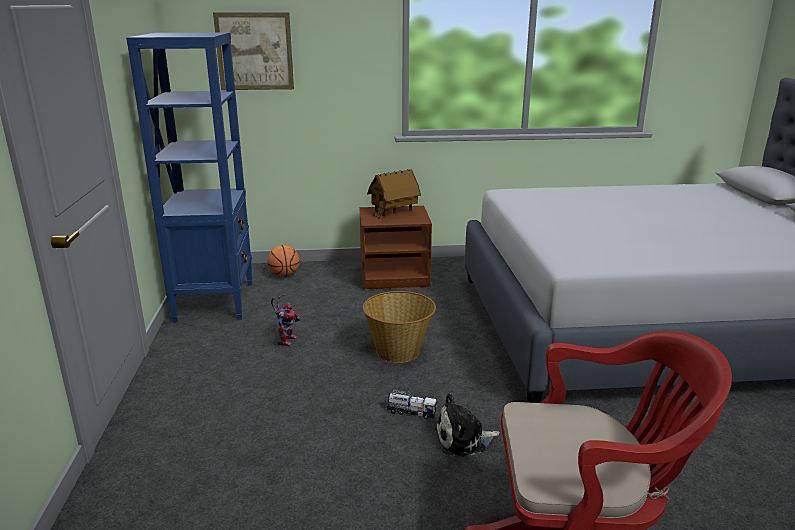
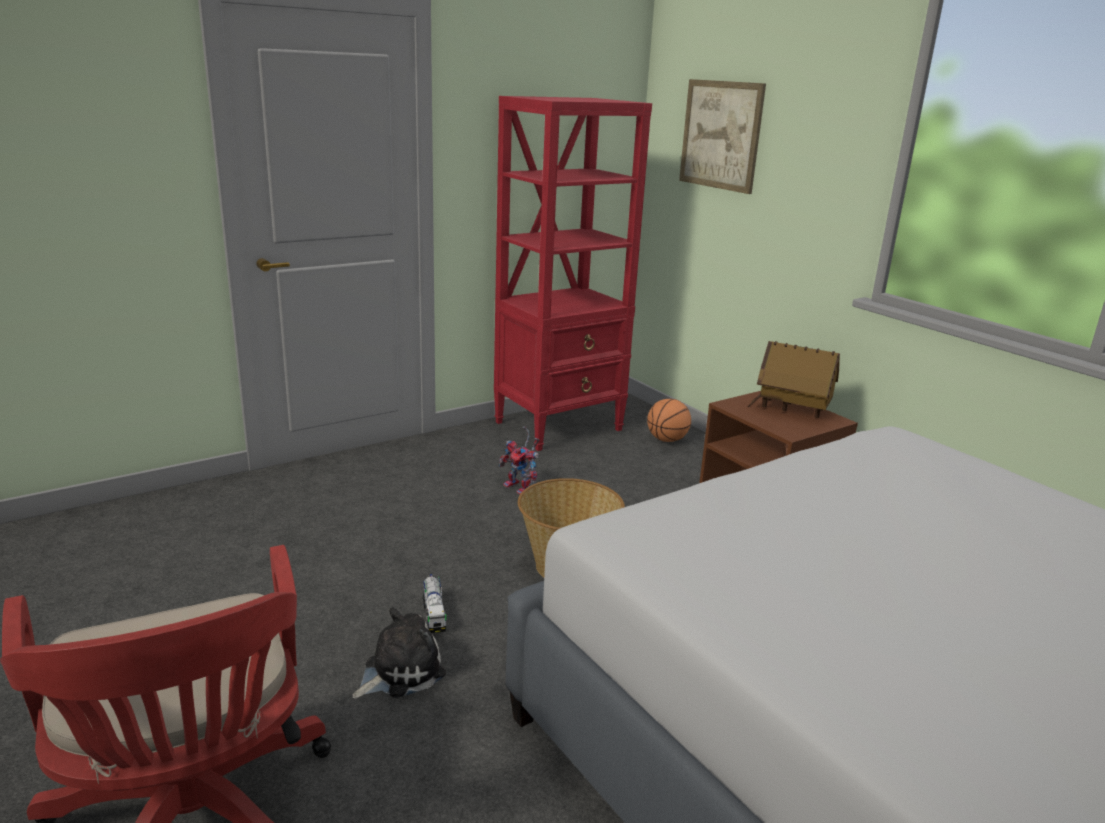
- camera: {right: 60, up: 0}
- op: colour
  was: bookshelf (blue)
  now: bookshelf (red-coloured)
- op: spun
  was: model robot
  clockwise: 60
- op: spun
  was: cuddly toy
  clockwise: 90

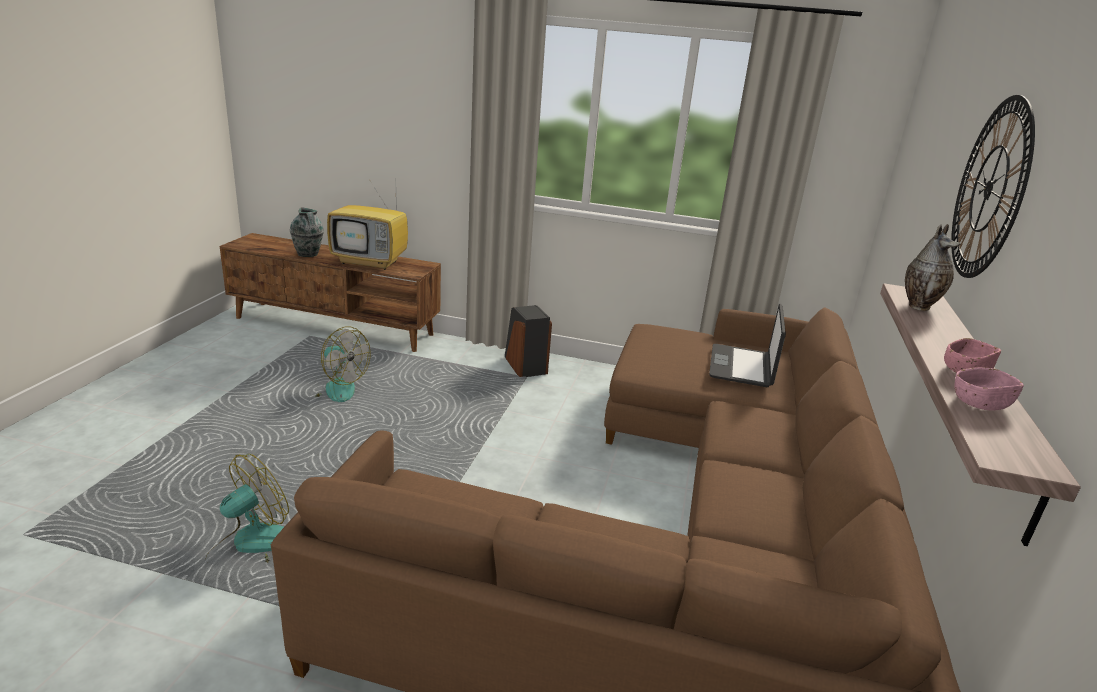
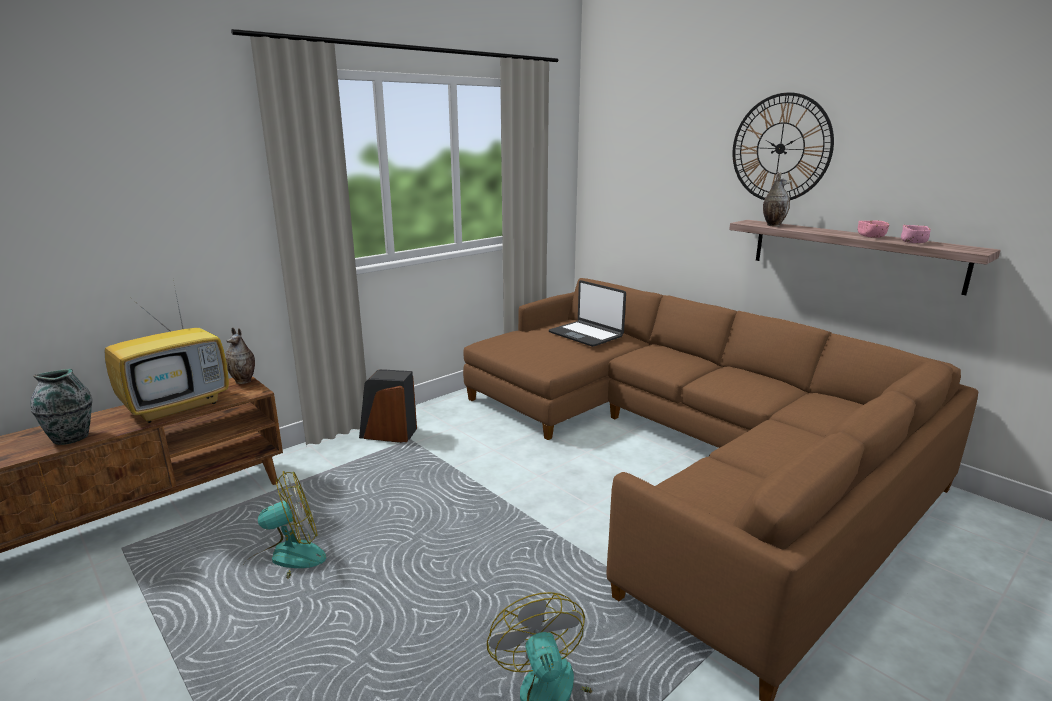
- camera: {right: -55, up: -5}
- op: appeared
  now: flower vase (no. 2 from left)

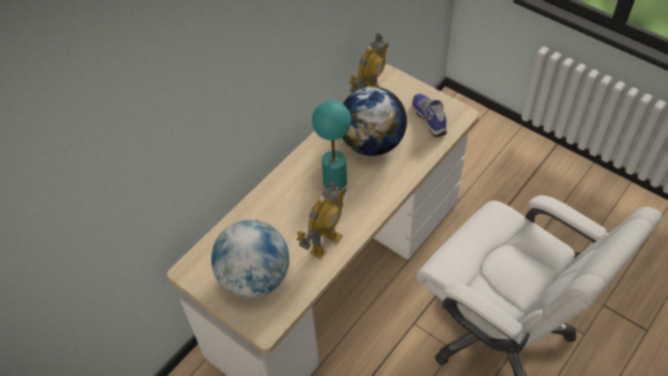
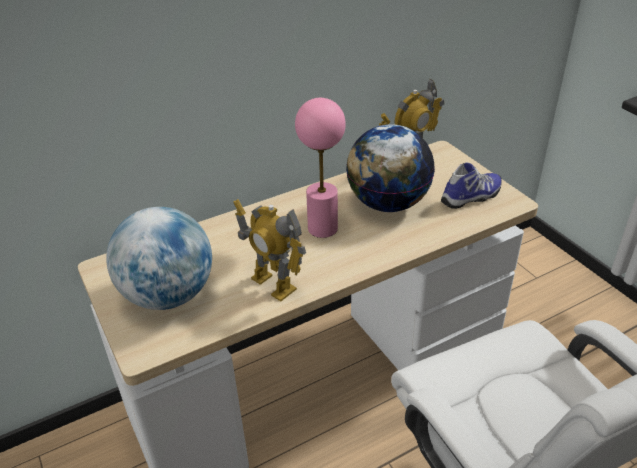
- camera: {right: 20, up: -15}
- op: spun
  was: model robot (no. 1 from left)
  clockwise: 75
- op: colour
  was: tabletop lamp (turquoise-coloured)
  now: tabletop lamp (pink)
- op: spun
  was: item of footwear
  clockwise: 60

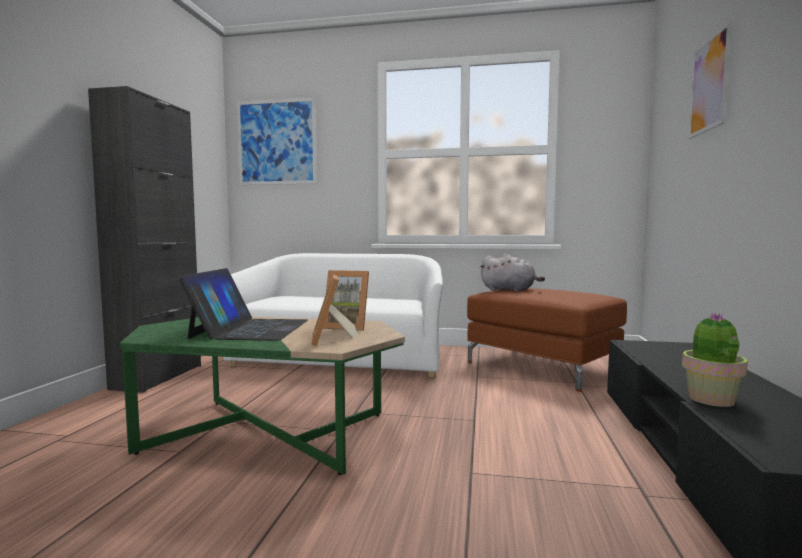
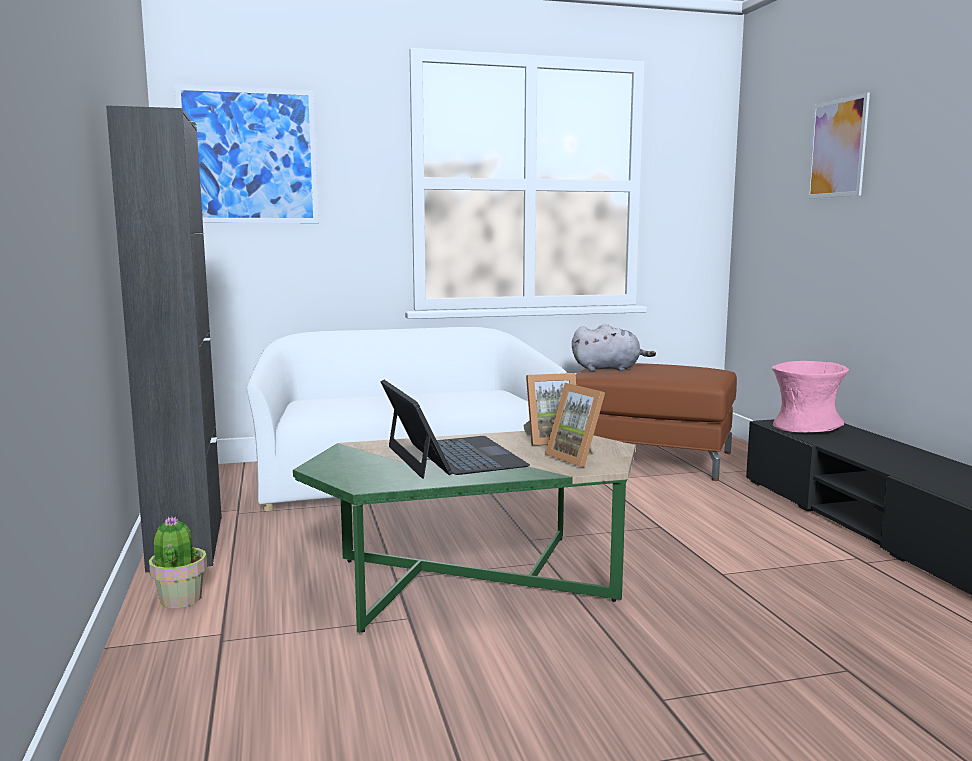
- camera: {right: -25, up: 5}
- op: relocated
  was: houseplant
- op: appeared
  now: flower vase (pink)

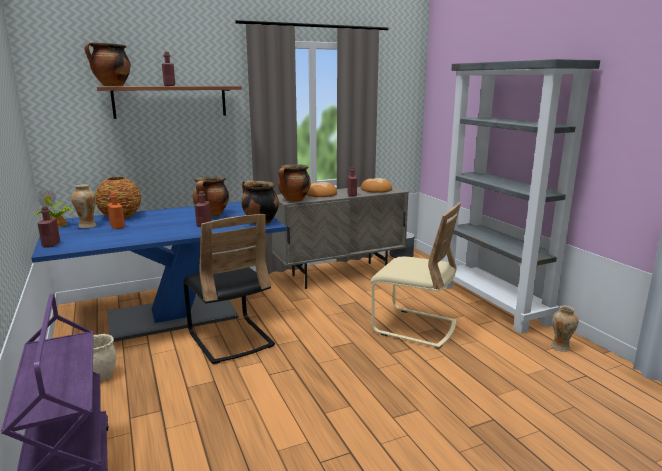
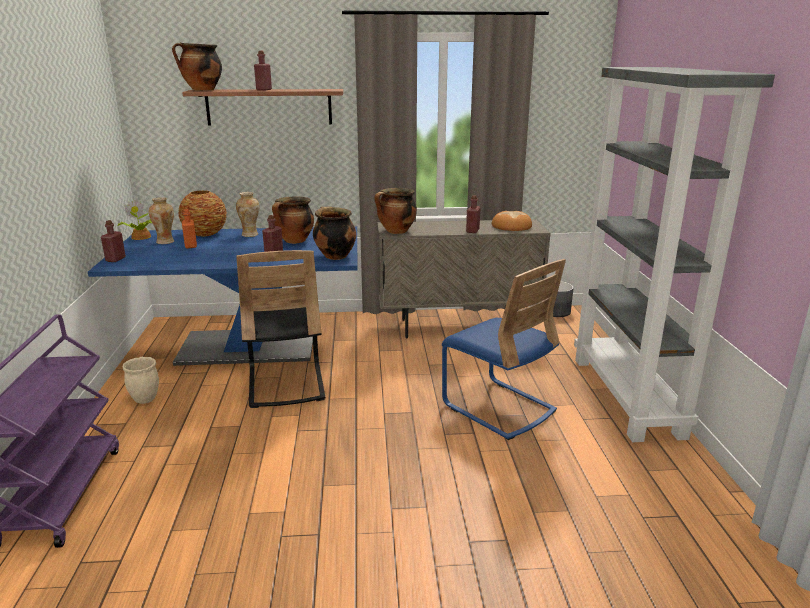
- camera: {right: 20, up: 5}
- op: missing
  was: bread (no. 1 from left)
- op: colour
  was: upright chair (beige-coloured)
  now: upright chair (blue)
- op: relocated
  was: flower vase (no. 3 from left)

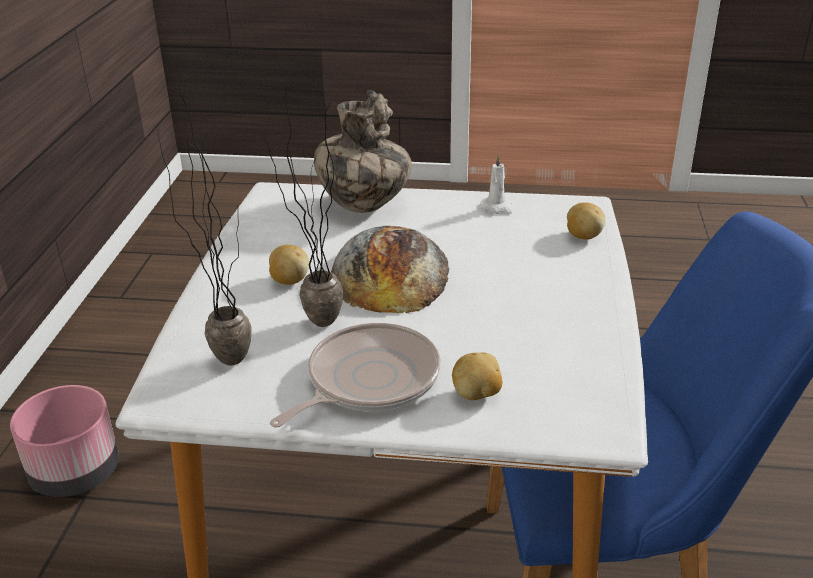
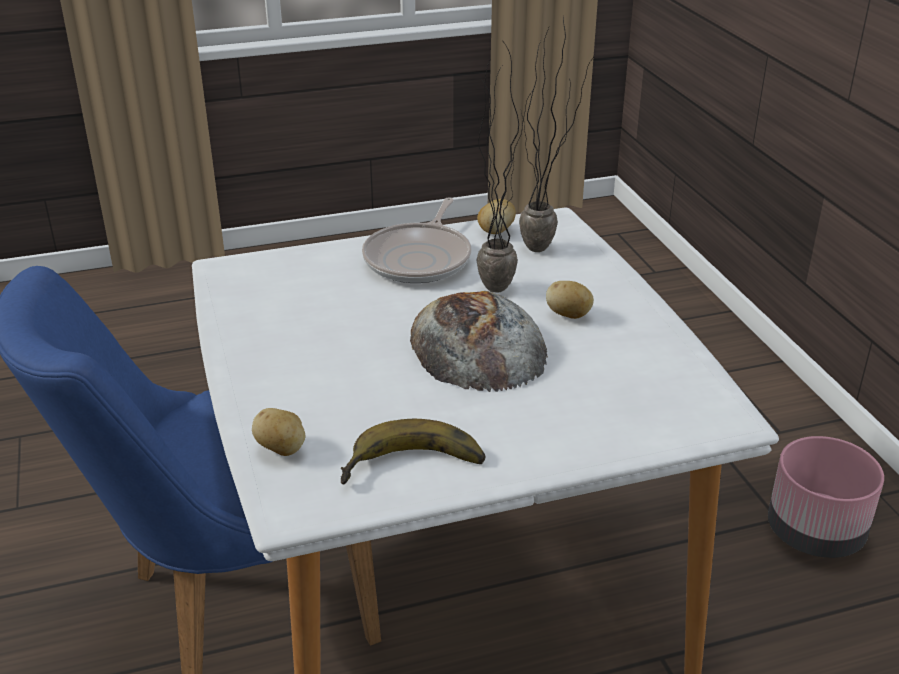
- camera: {right: 155, up: 0}
- op: missing
  was: flower vase
- op: relocated
  was: potato (no. 2 from left)
- op: exchanged
  was: wax candle (white-coloured)
  now: whole banana

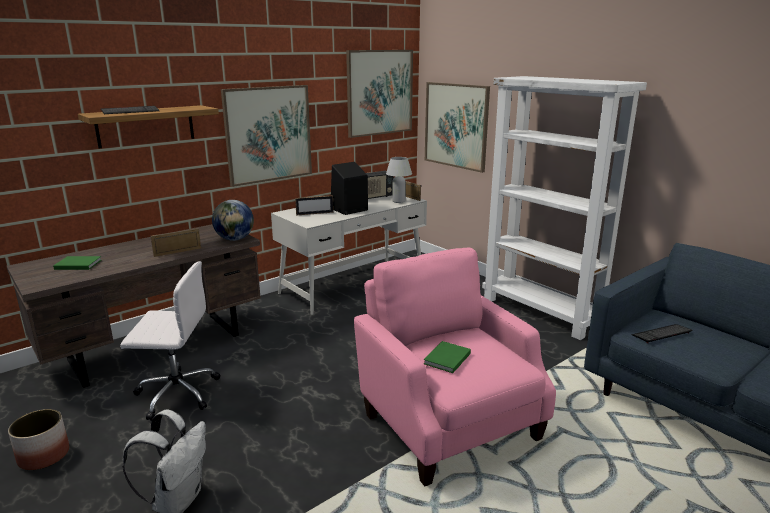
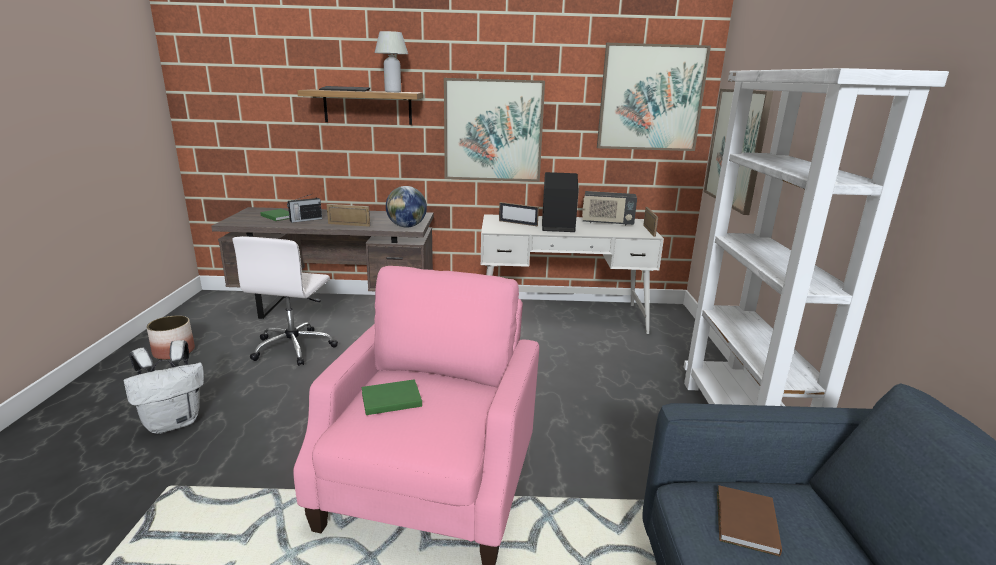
- camera: {right: 40, up: 0}
- op: spun
  was: computer chair (white-coloured)
  clockwise: 60
- op: relocated
  was: tabletop lamp (white-coloured)
- op: exchanged
  was: computer keyboard (no. 2 from left)
  now: bound book (brown)
- op: appeared
  now: radio receiver (no. 1 from left)

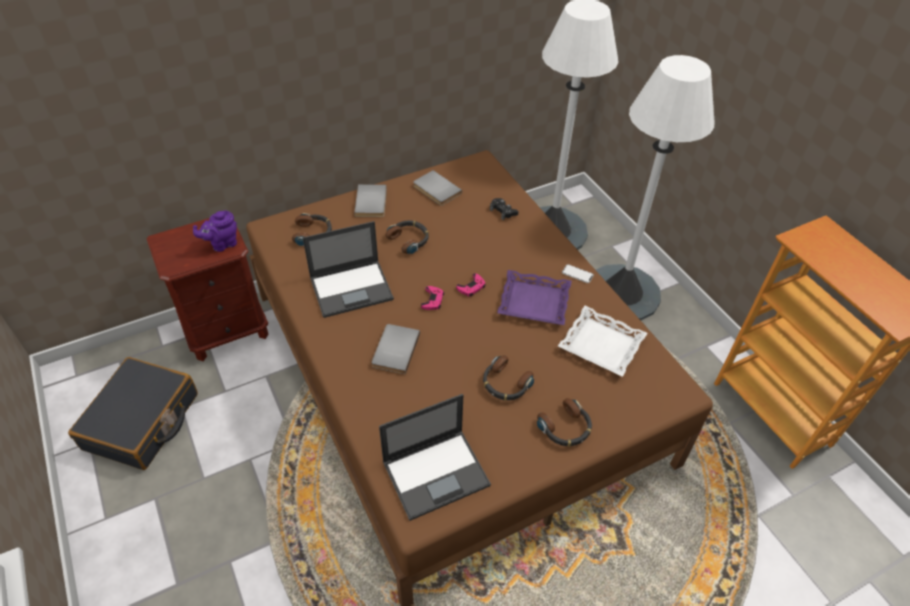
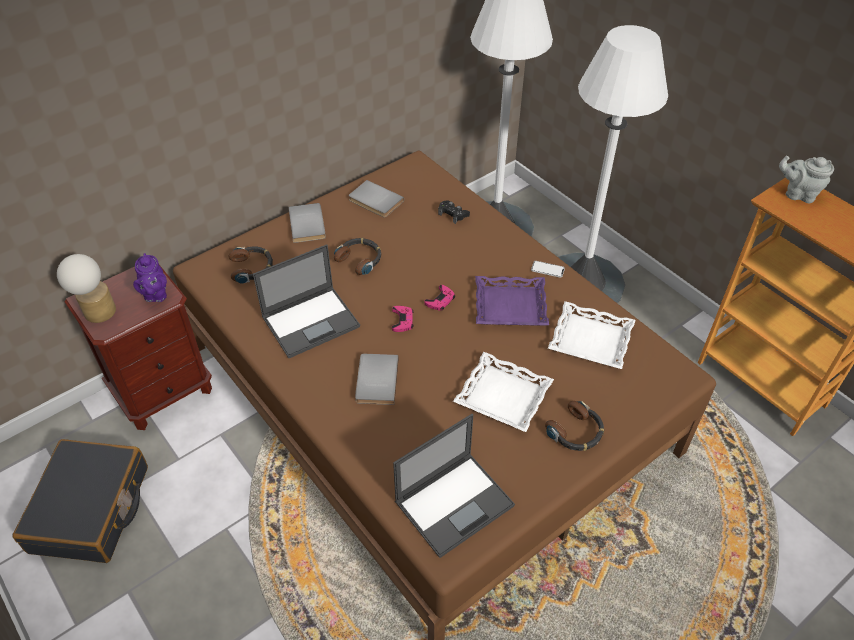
- camera: {right: -10, up: 0}
- op: spun
  was: pot for tea (purple-coloured)
  clockwise: -60
- op: exchanged
  was: headset (no. 3 from left)
  now: tray (white-coloured) (no. 1 from left)
- op: appeared
  now: tabletop lamp
- op: appeared
  now: pot for tea (grey)

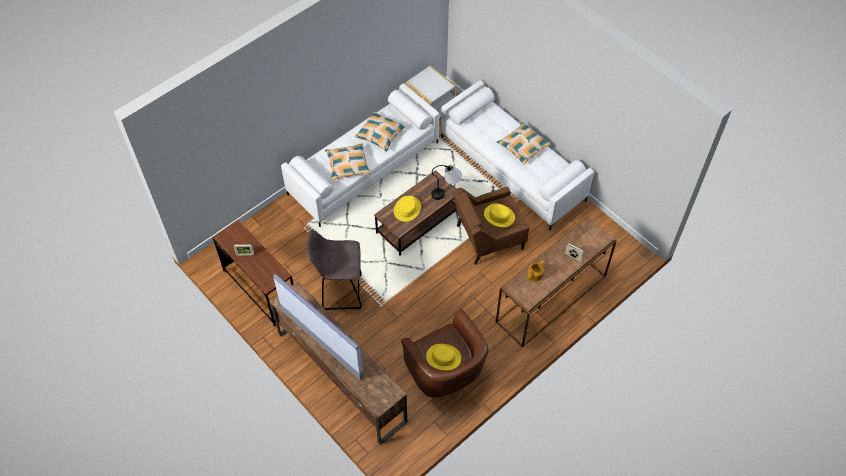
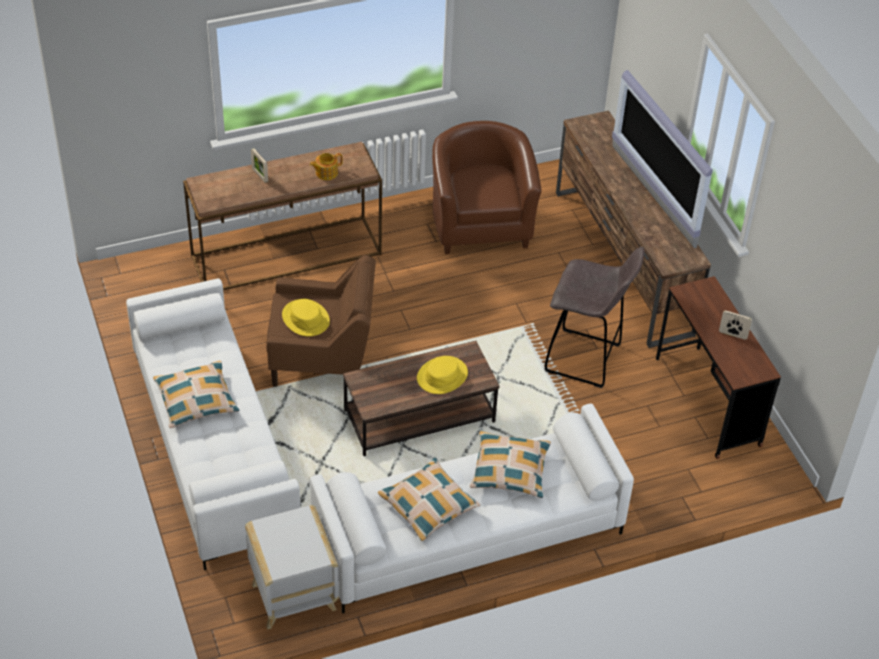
- camera: {right: -160, up: -10}
- op: missing
  was: wearable hat (yellow) (no. 2 from left)
- op: missing
  was: tabletop lamp

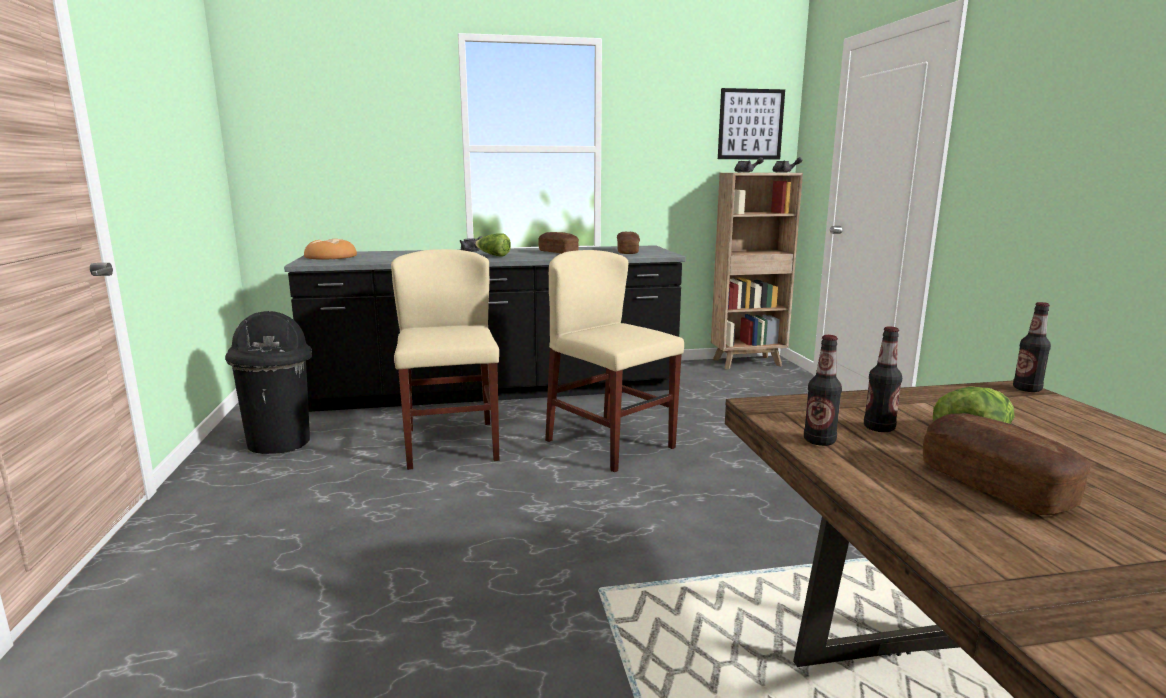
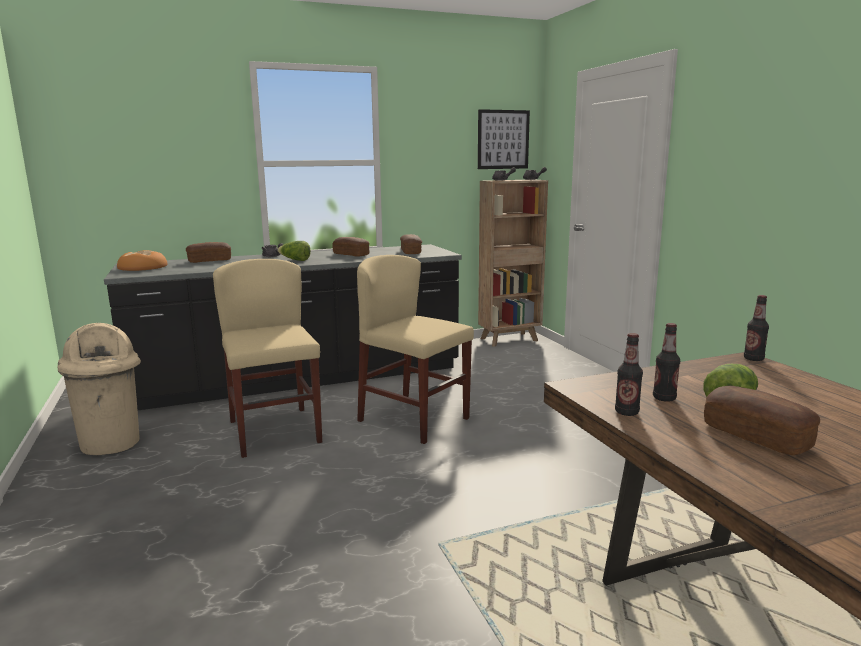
- camera: {right: -10, up: 0}
- op: colour
  was: waste bin (black-coloured)
  now: waste bin (beige-coloured)
- op: appeared
  now: bread (no. 2 from left)

